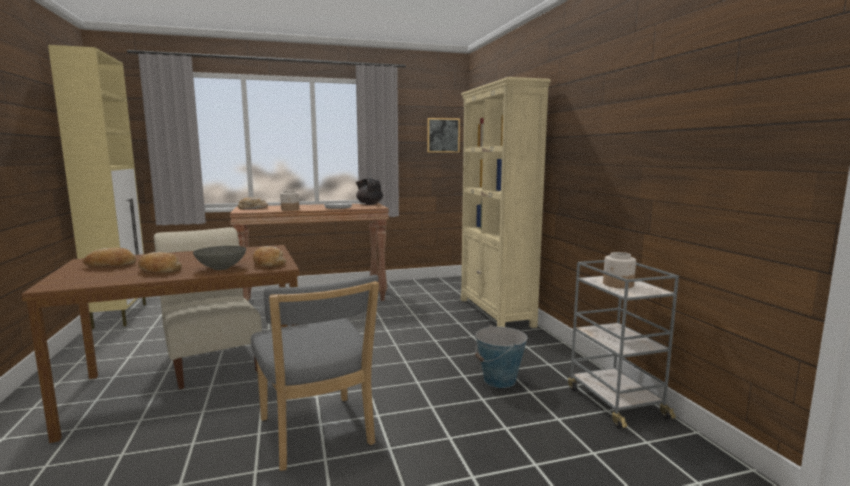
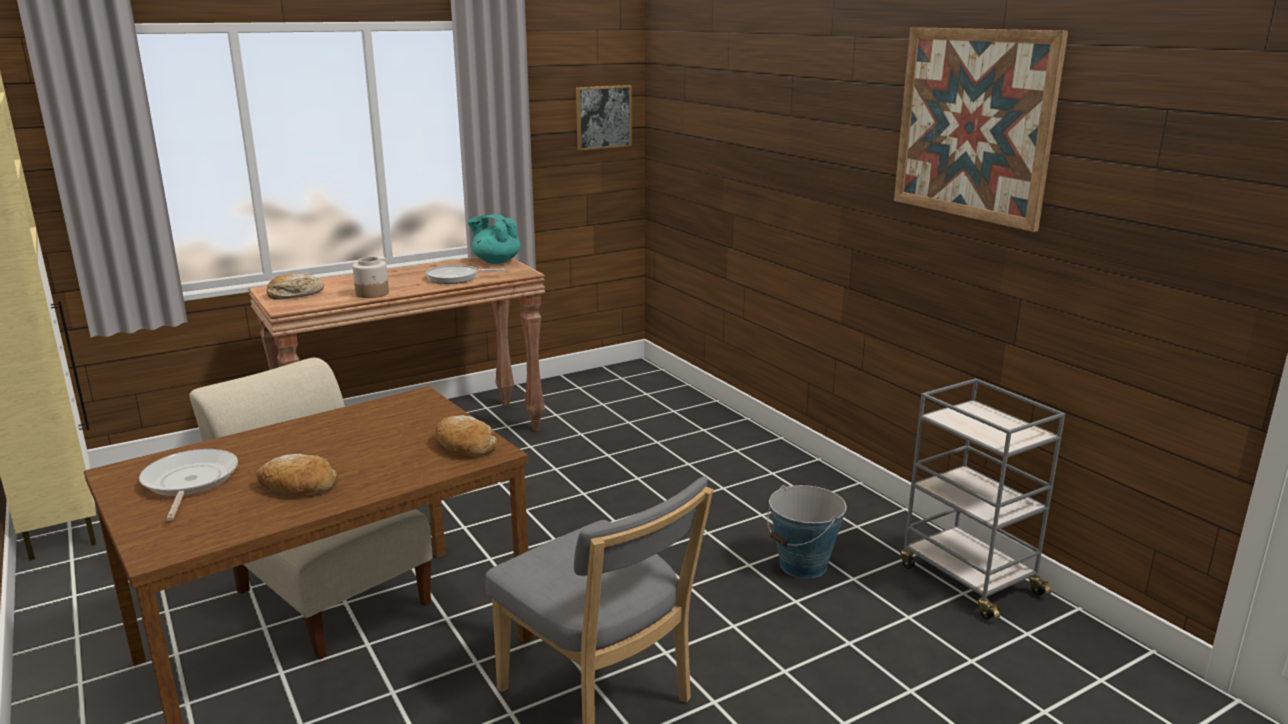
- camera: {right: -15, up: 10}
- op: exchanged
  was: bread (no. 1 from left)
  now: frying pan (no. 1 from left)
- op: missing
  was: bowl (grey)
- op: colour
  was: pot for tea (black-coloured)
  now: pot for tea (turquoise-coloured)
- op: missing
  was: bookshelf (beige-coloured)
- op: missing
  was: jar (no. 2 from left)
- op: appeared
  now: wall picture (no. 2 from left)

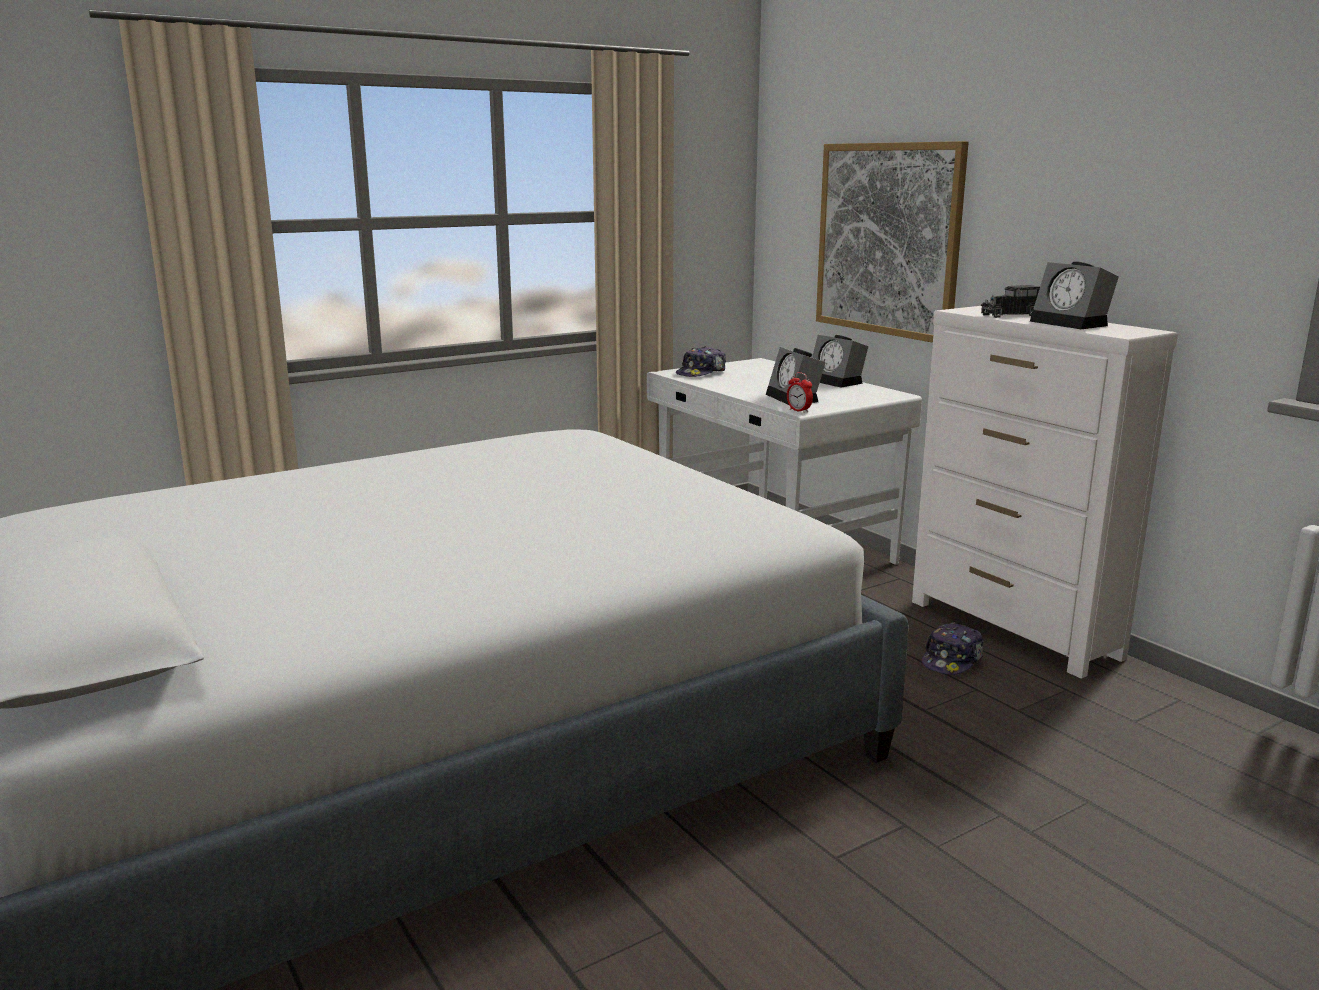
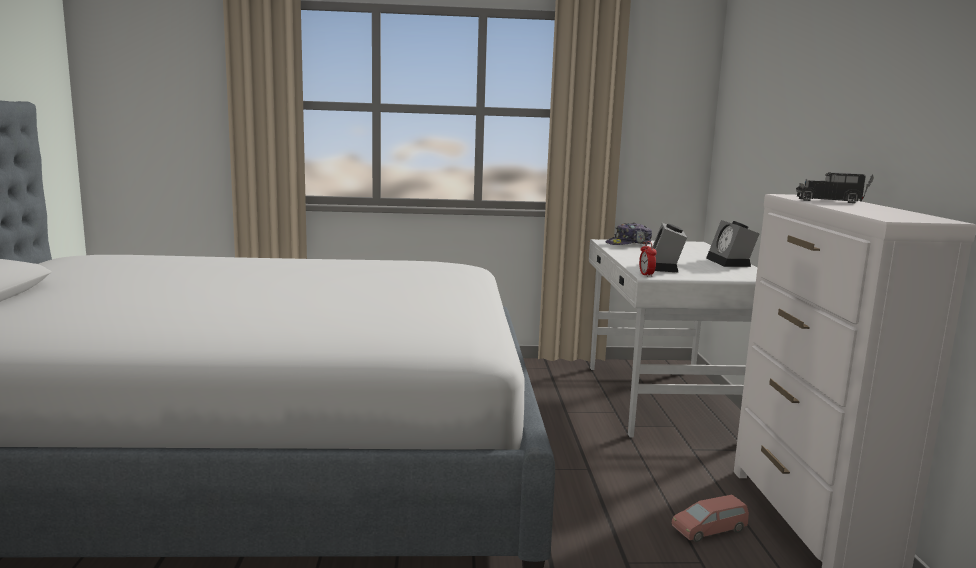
- camera: {right: 30, up: -5}
- op: missing
  was: wall picture
- op: exchanged
  was: peaked cap (no. 2 from left)
  now: toy car (pink)
- op: missing
  was: table clock (no. 4 from left)

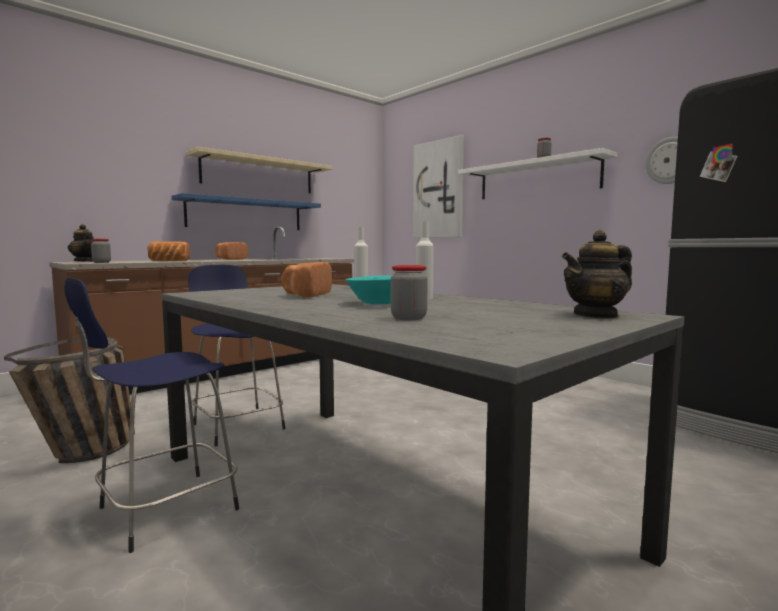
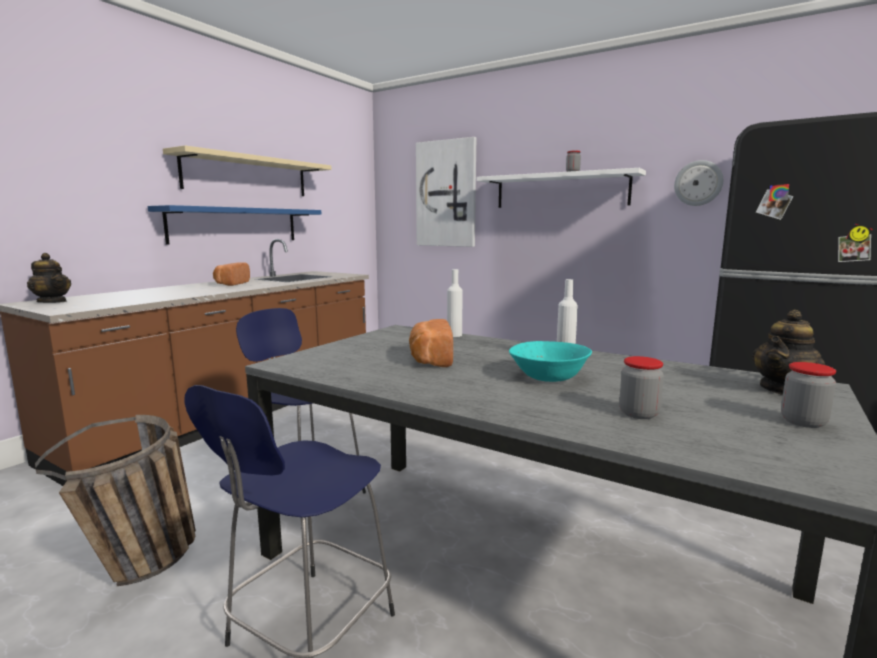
- camera: {right: -15, up: 5}
- op: relocated
  was: jar (no. 1 from left in the first image)
  now: jar (no. 3 from left)
- op: missing
  was: bread (no. 1 from left)

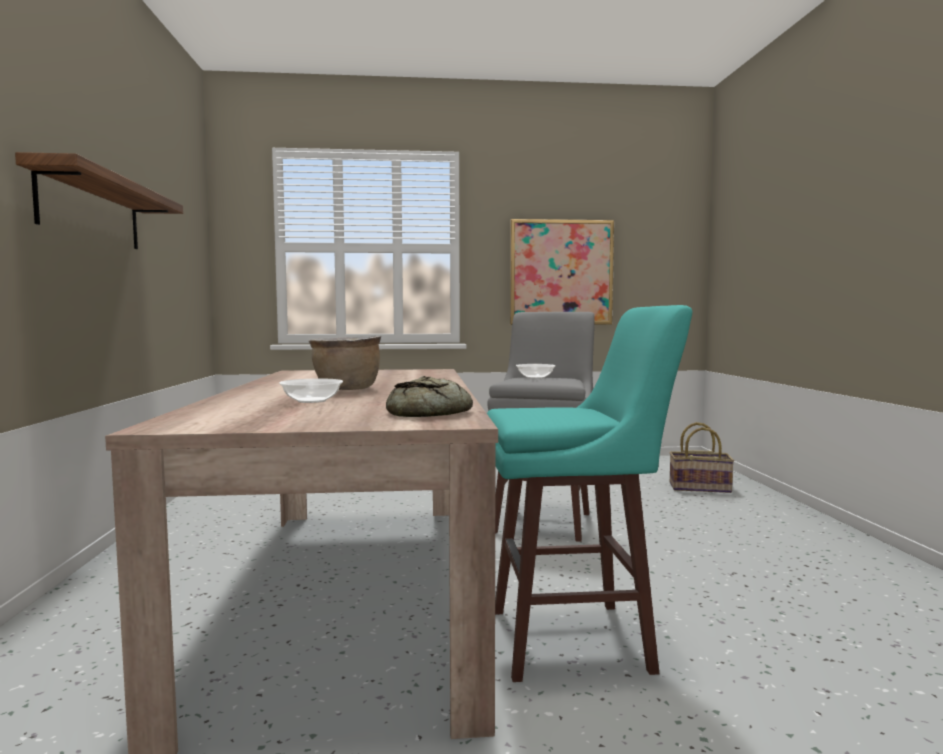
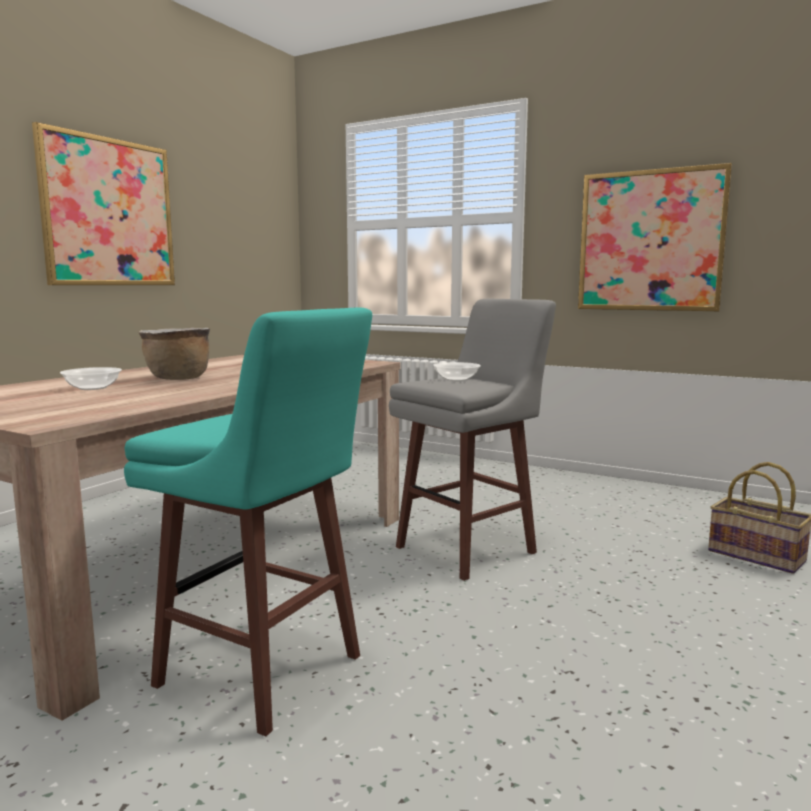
- camera: {right: 35, up: 5}
- op: exchanged
  was: bracket shelf
  now: wall picture (no. 1 from left)
- op: missing
  was: bread

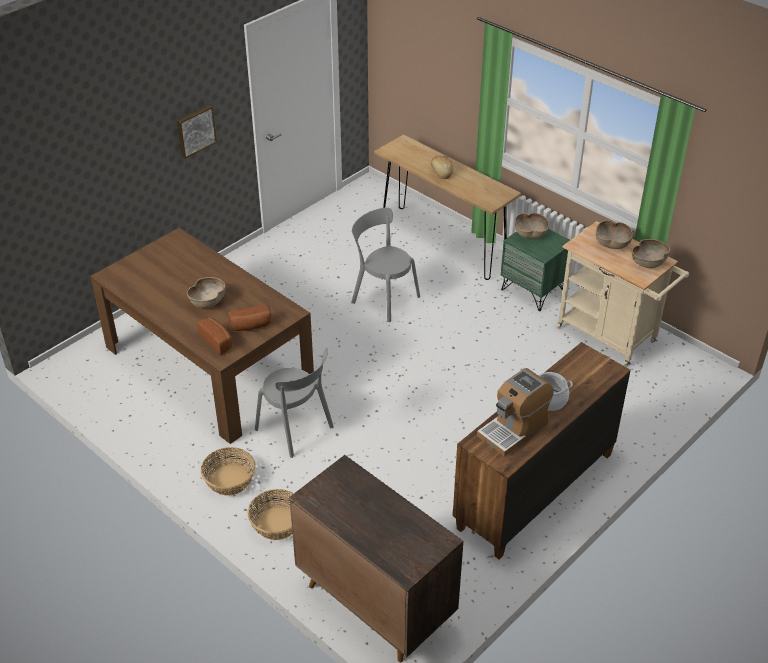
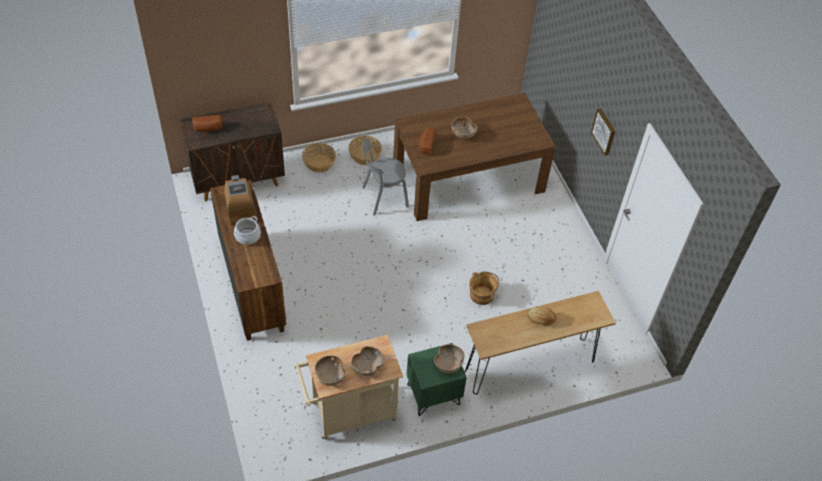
- camera: {right: 115, up: 10}
- op: relocated
  was: bread (no. 1 from left)
- op: exchanged
  was: upright chair (grey) (no. 2 from left)
  now: pail (brown)

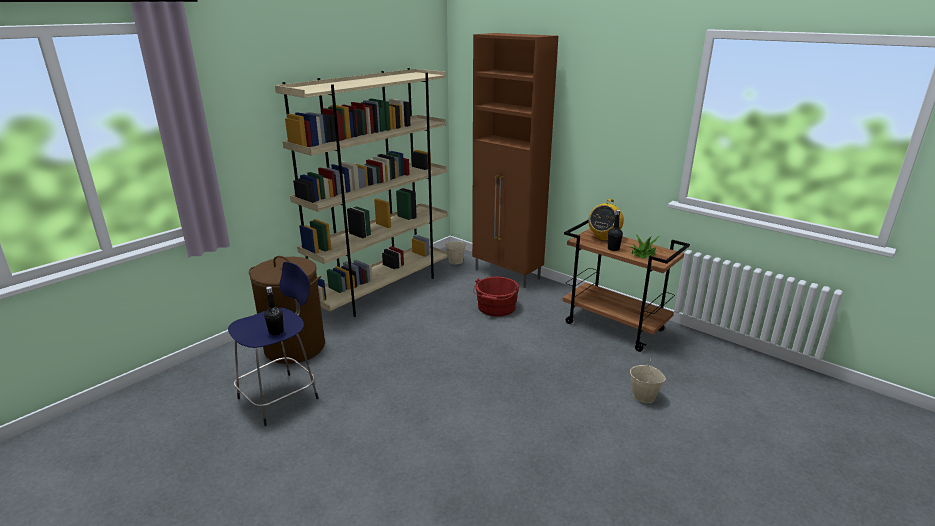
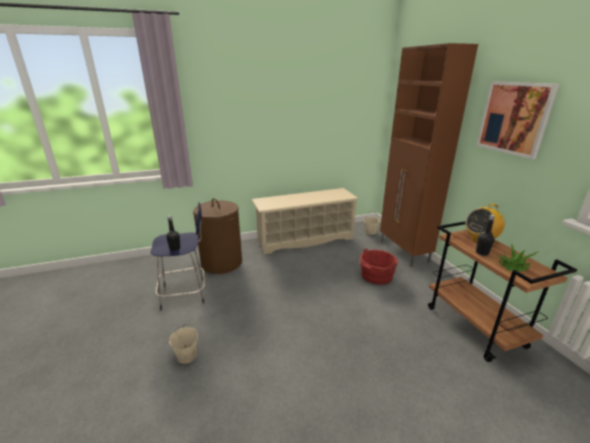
- camera: {right: 30, up: 0}
- op: exchanged
  was: bookshelf (beige-coloured)
  now: shoe stand (beige-coloured)
- op: relocated
  was: pail (beige-coloured) (no. 2 from left in the first image)
  now: pail (beige-coloured) (no. 1 from left)
- op: appeared
  now: wall picture

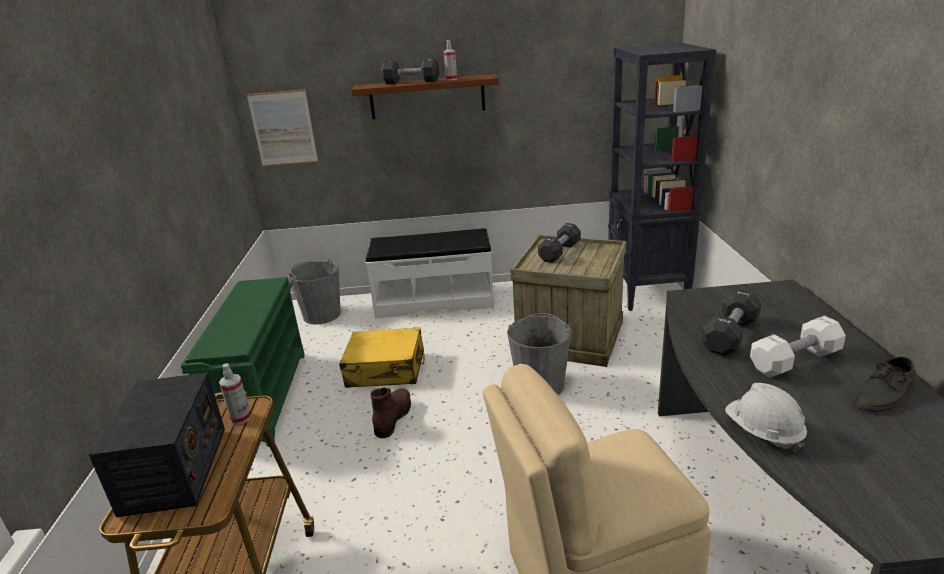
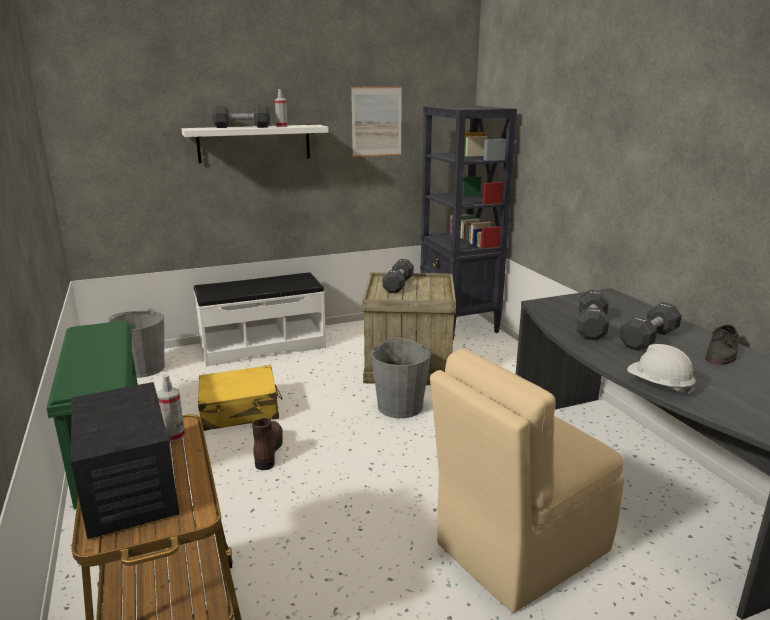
- camera: {right: -20, up: -5}
- op: relocated
  was: wall picture
- op: colour
  was: bracket shelf (brown)
  now: bracket shelf (white-coloured)
- op: colour
  was: hand weight (white-coloured)
  now: hand weight (black-coloured) (no. 4 from left)

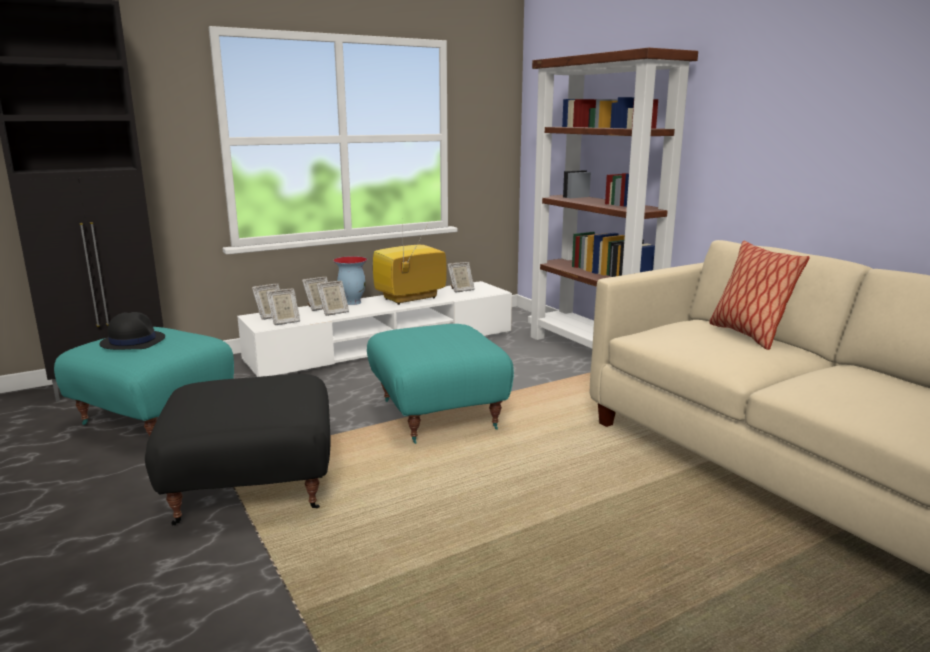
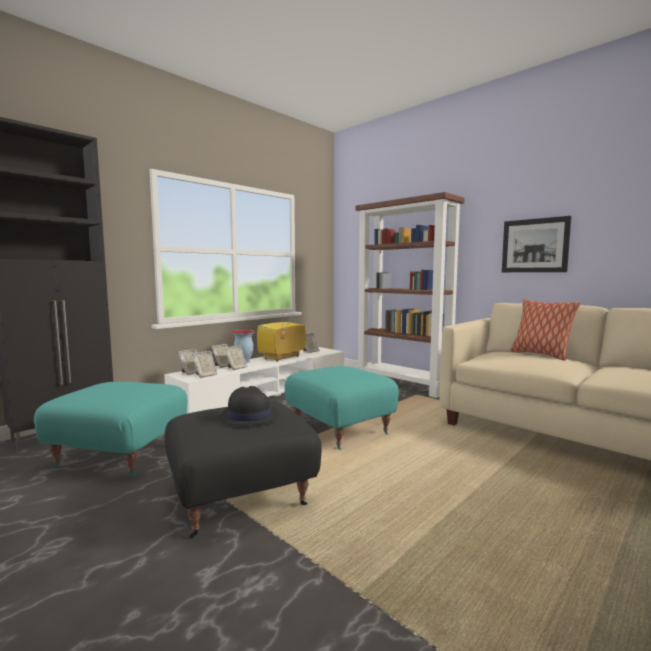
- camera: {right: -15, up: -10}
- op: relocated
  was: wearable hat (black-coloured)
- op: appeared
  now: wall picture

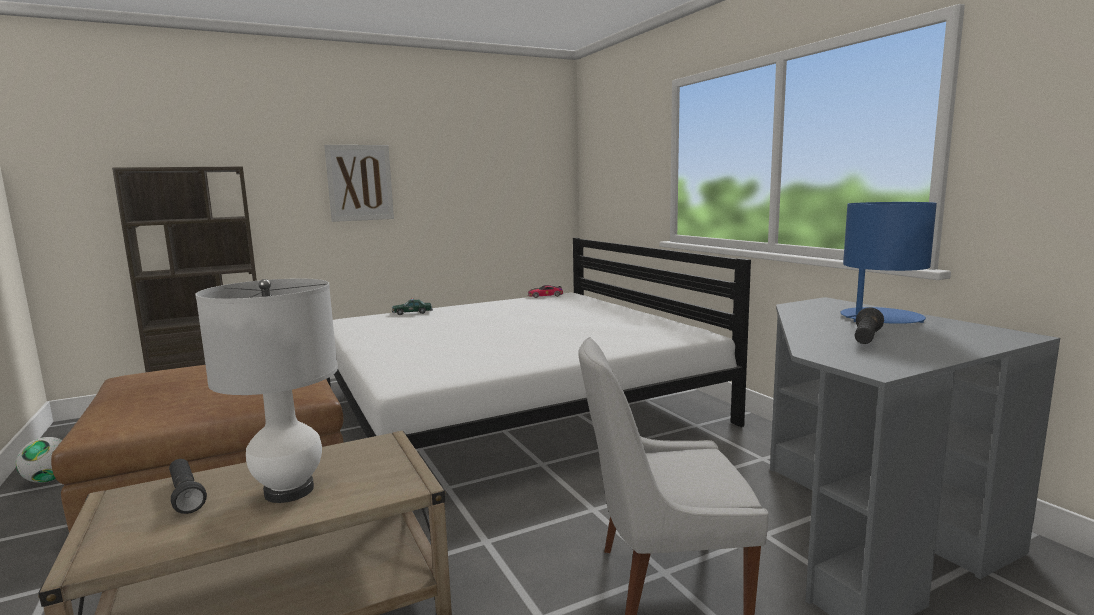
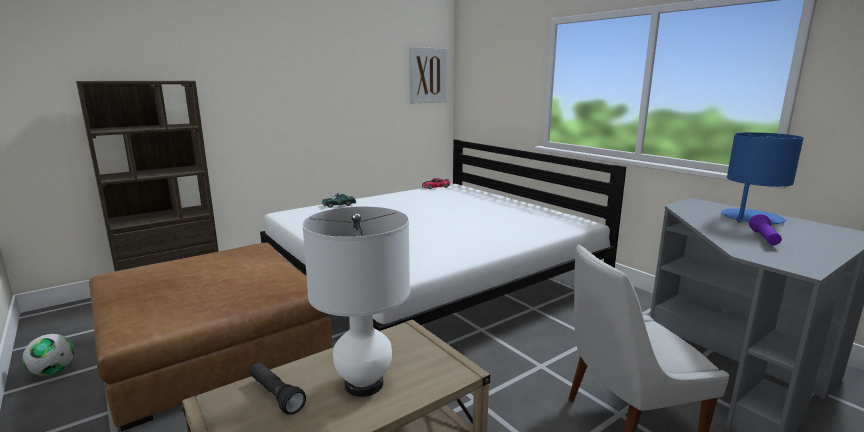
- camera: {right: -10, up: 5}
- op: relocated
  was: wall picture
- op: colour
  was: flashlight (black-coloured) (no. 2 from left)
  now: flashlight (purple-coloured)

